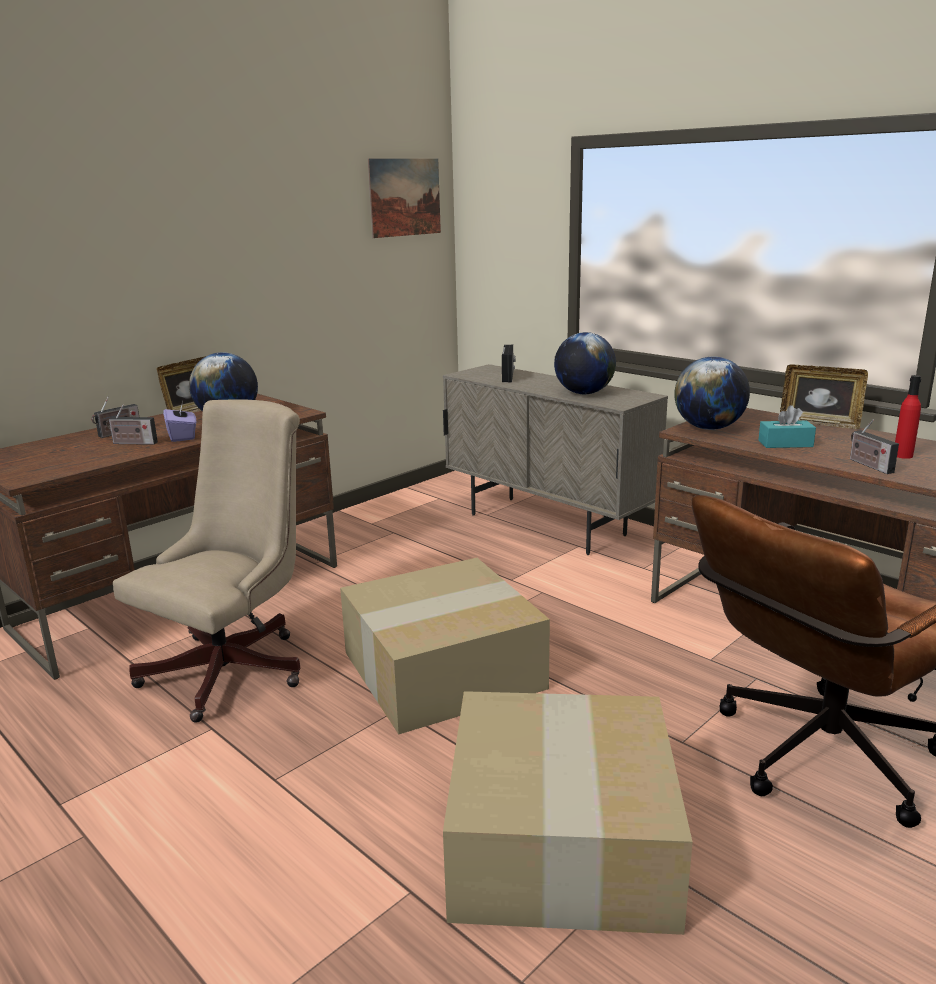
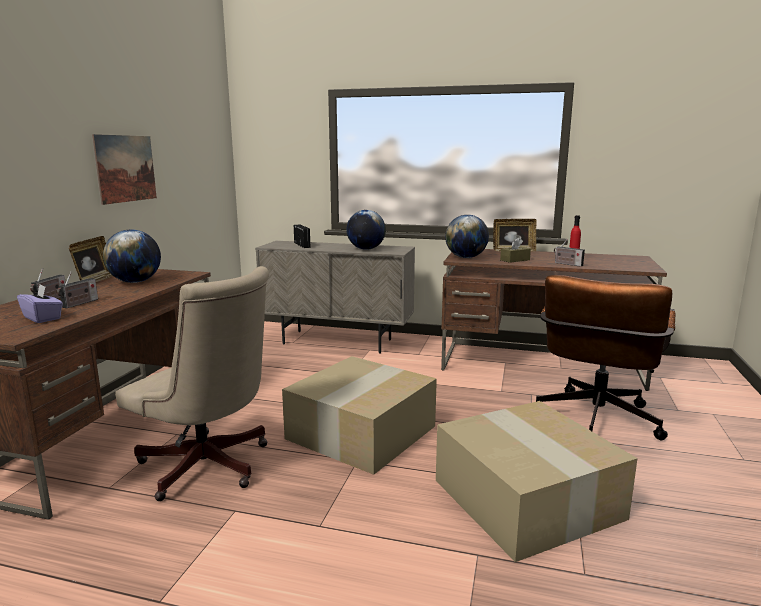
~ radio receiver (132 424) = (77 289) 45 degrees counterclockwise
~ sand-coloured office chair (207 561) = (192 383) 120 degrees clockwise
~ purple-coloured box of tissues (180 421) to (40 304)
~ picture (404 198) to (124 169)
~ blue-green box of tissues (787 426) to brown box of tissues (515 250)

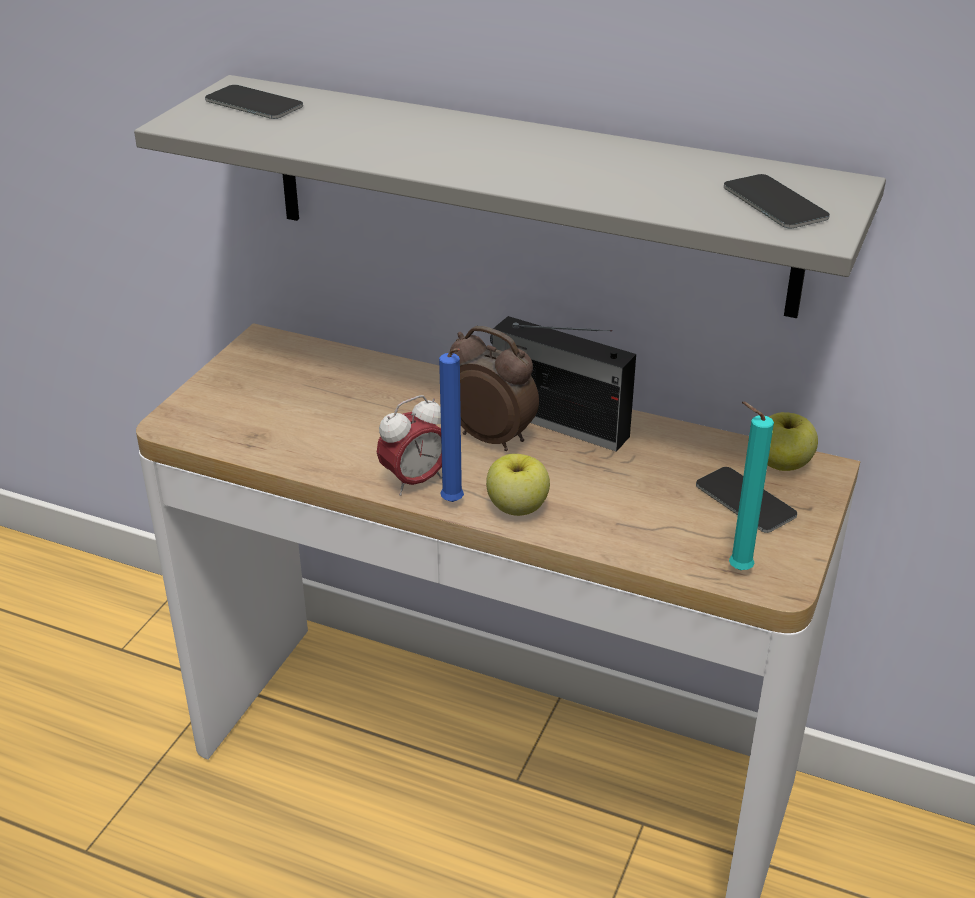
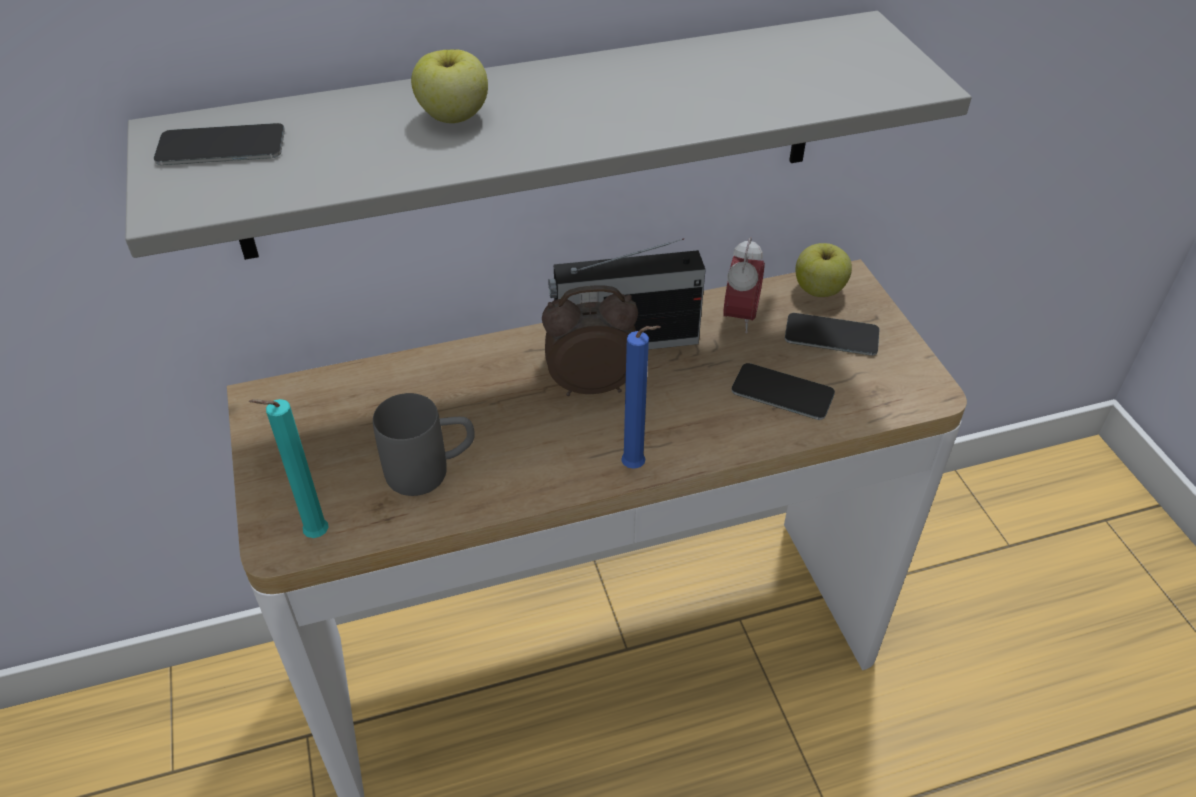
~ table clock (409 445) to (744 285)
~ apple fruit (518 485) to (449 86)
~ telephone (777 201) to (783 391)
~ blue-green wax candle (751 486) to (289 468)
+ grey tea mug (424 444)

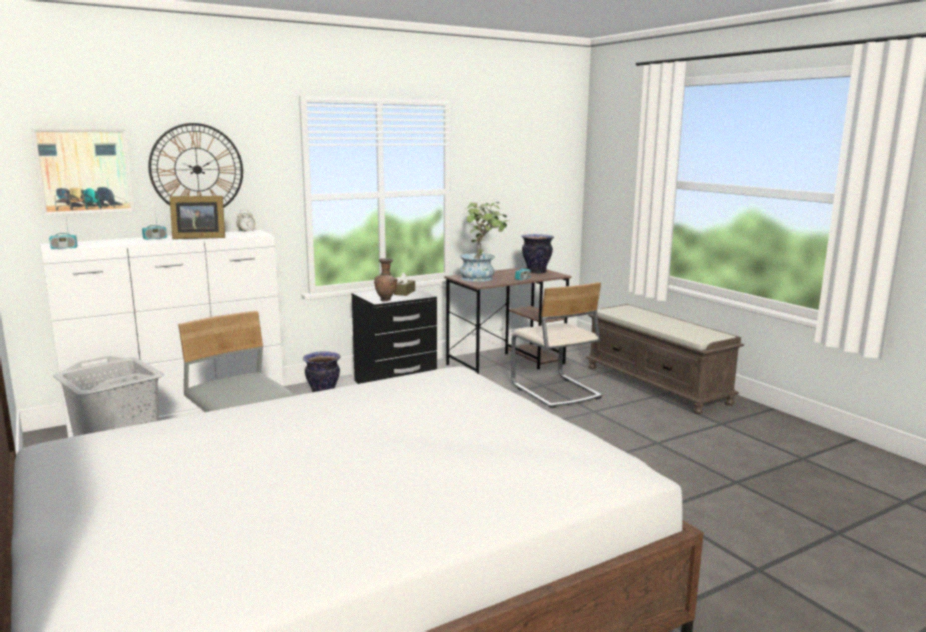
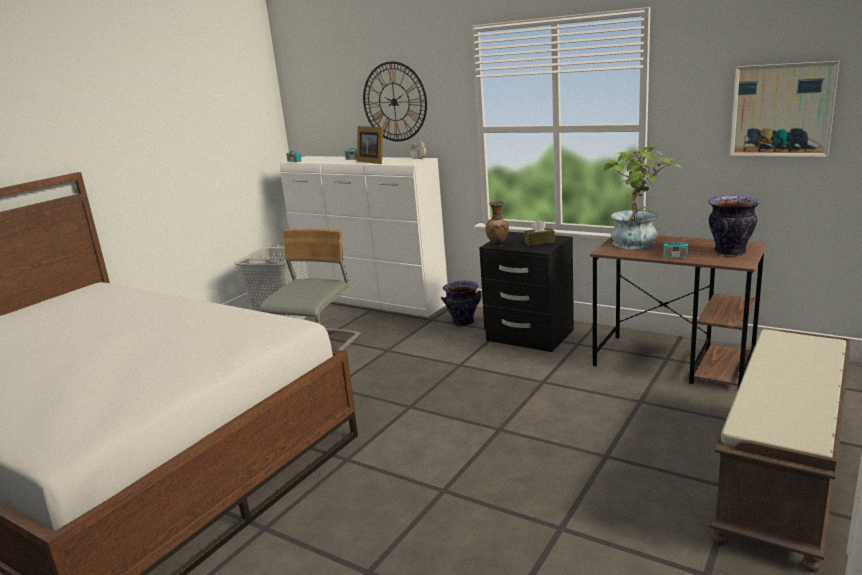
~ picture (83 172) to (784 109)
- sand-coloured chair (556 345)

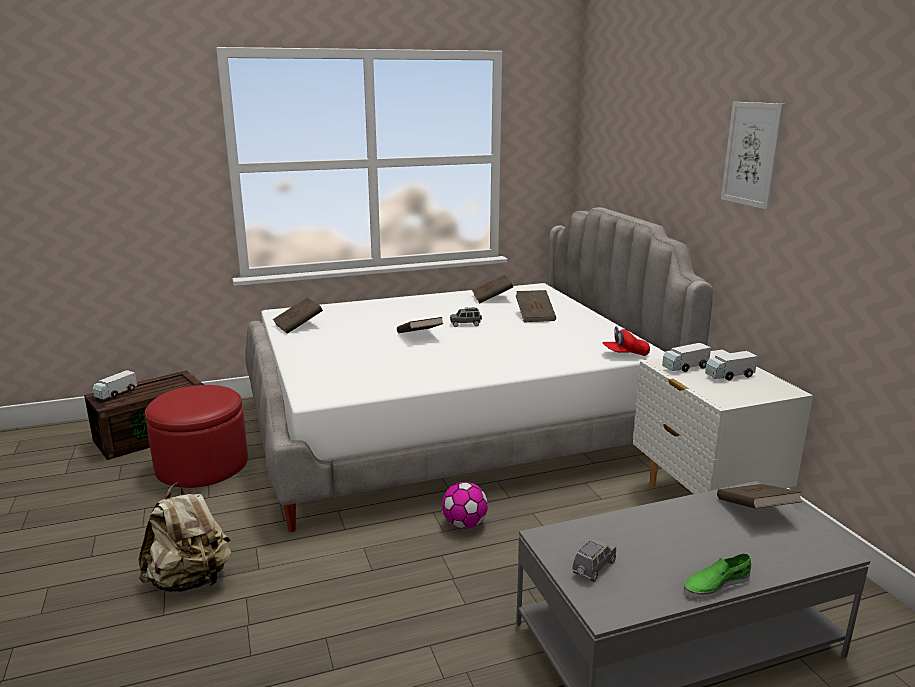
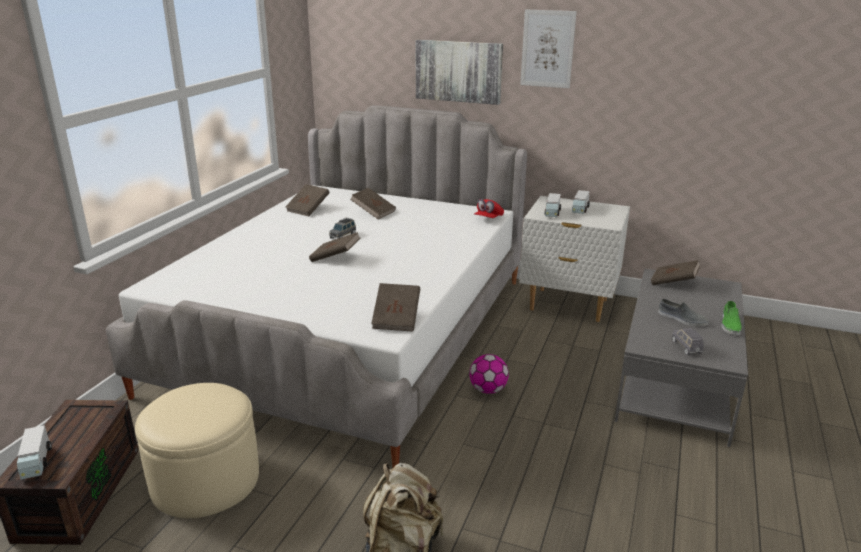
~ red footrest (196 436) to sand-coloured footrest (197 450)
~ brown bound book (298 316) to (395 307)
+ picture (459 72)
+ grey item of footwear (683 313)

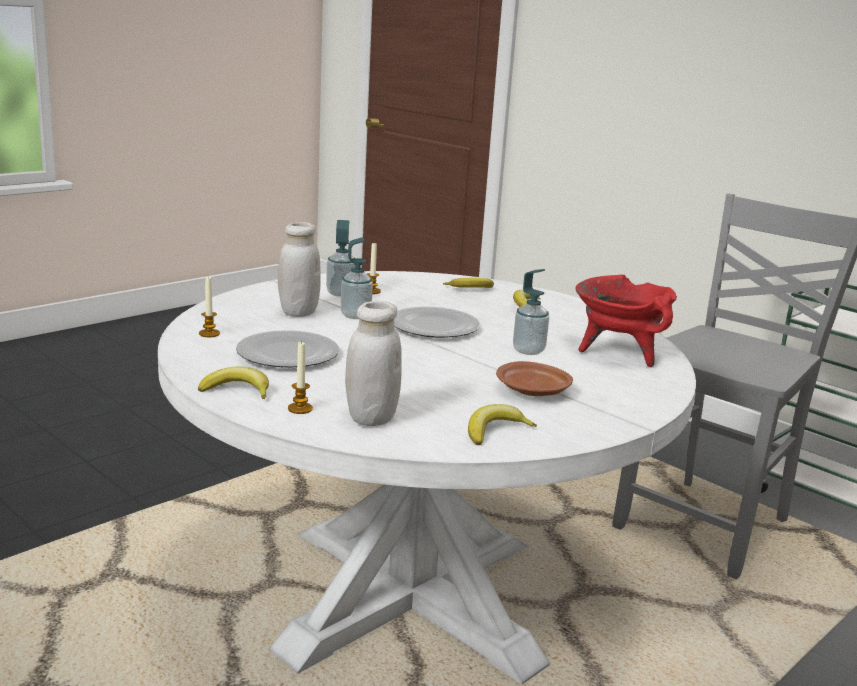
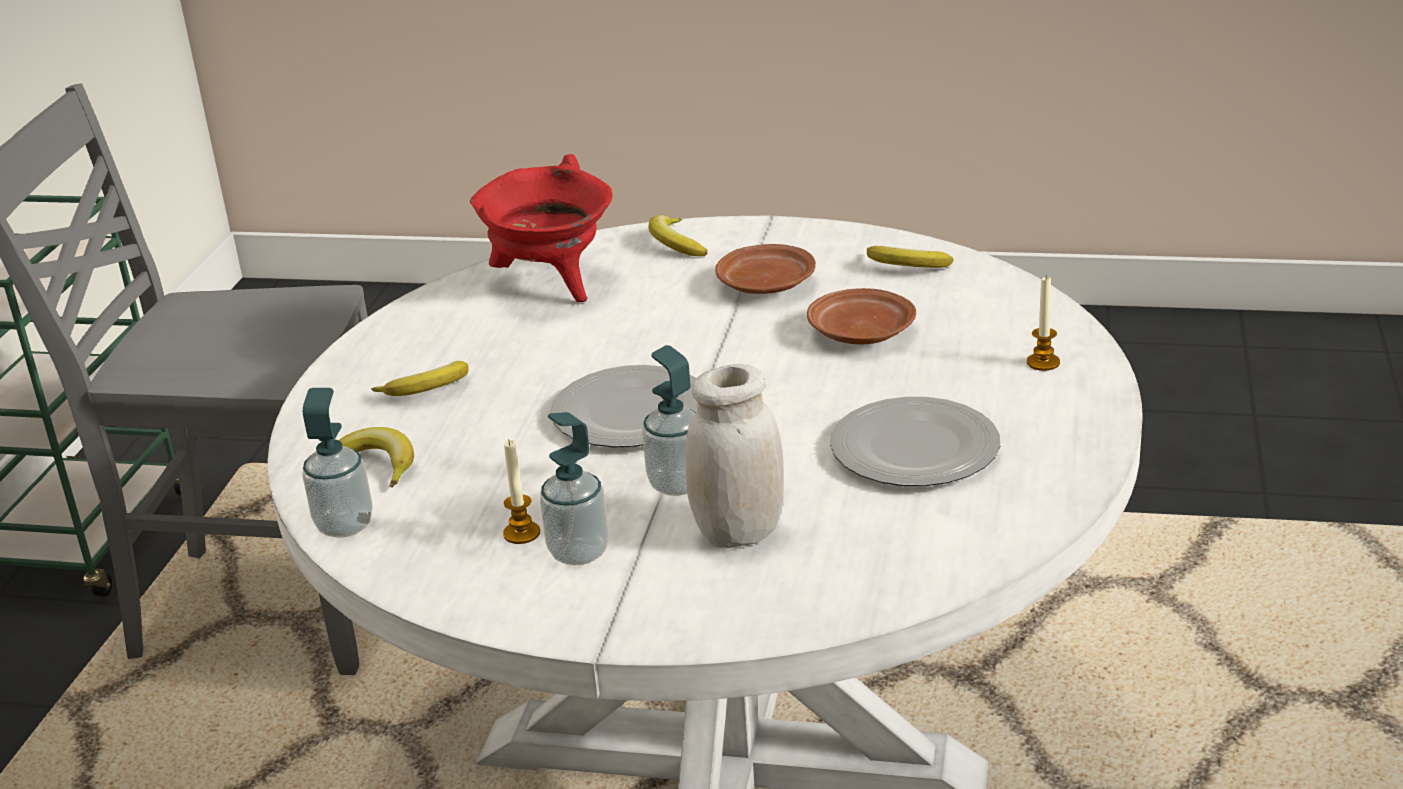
~ whole banana (233 383) to (678 235)
- wax candle (209 306)
- whitish storage jar (373 363)
~ liquid soap bottle (531 312) to (337 463)
+ brown dinner plate (861 316)

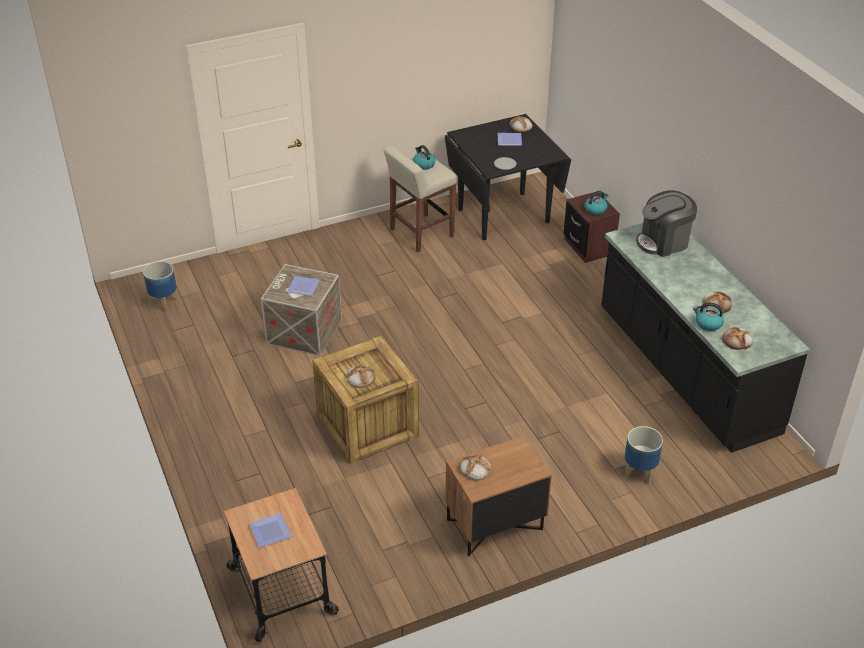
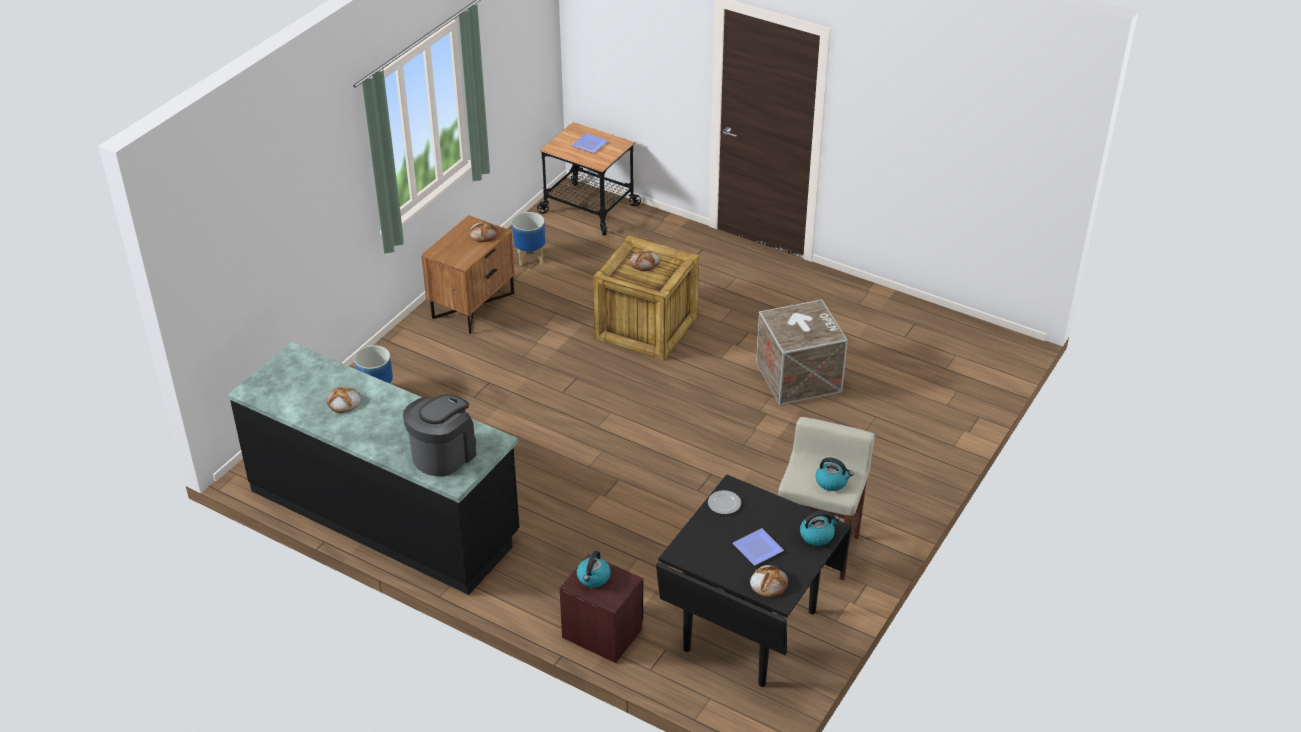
~ planter (161 286) to (528 239)
- dinner plate (303 286)
~ water kettle (708 316) to (820 528)
- bread (737 338)

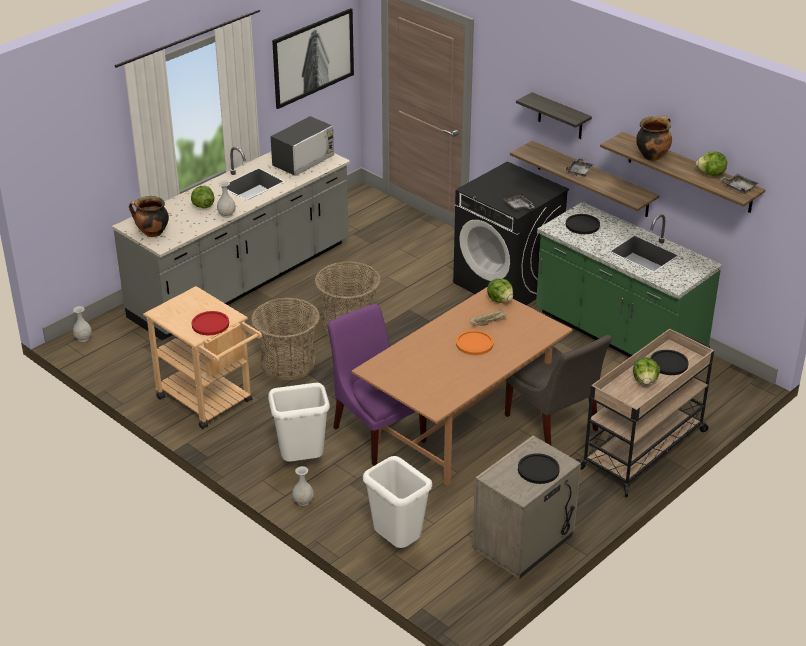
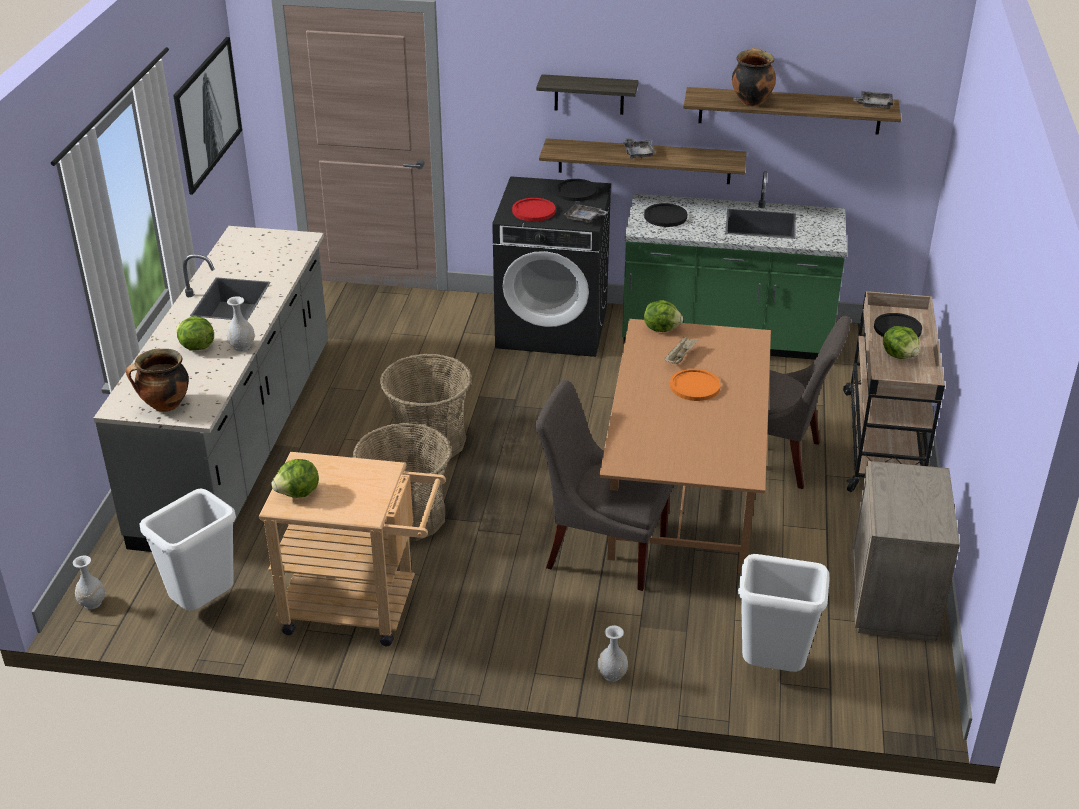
~ red dinner plate (210 323) to (534 209)
~ whitish trash can (299 422) to (187 549)
- kitchen microwave (302 146)
~ purple-coloured chair (376 385) to grey chair (604 485)
~ black dinner plate (539 468) to (576 190)
~ lettuce (711 163) to (295 478)

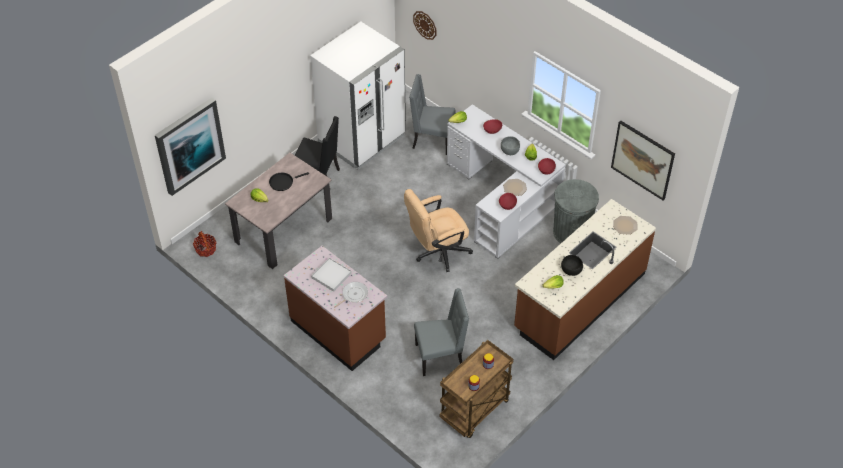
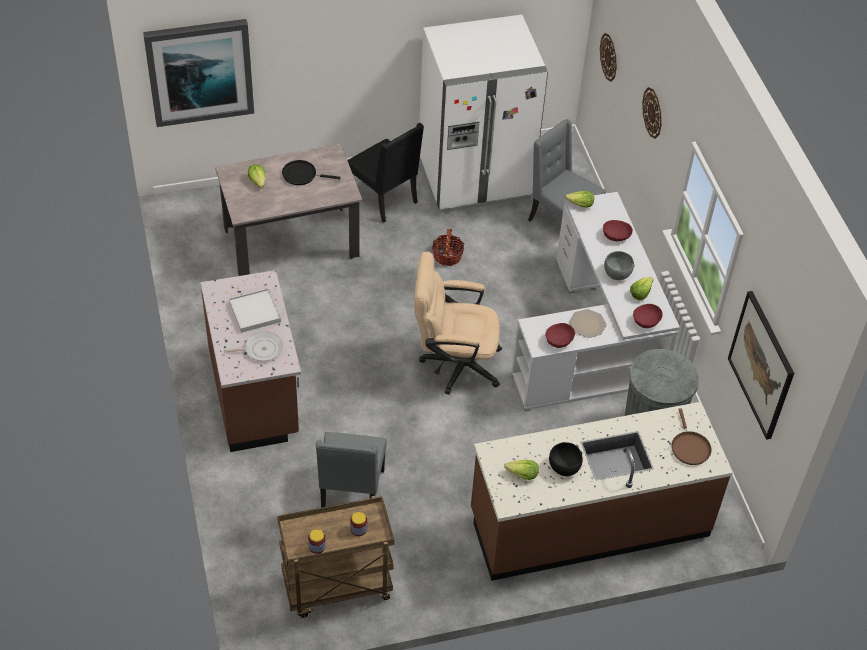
~ household basket (204 244) to (448 247)
~ grey chair (441 332) = (351 470) 75 degrees clockwise
~ dinner plate (625 225) to brown pan (692 436)
+ clock on the wall (652 113)

